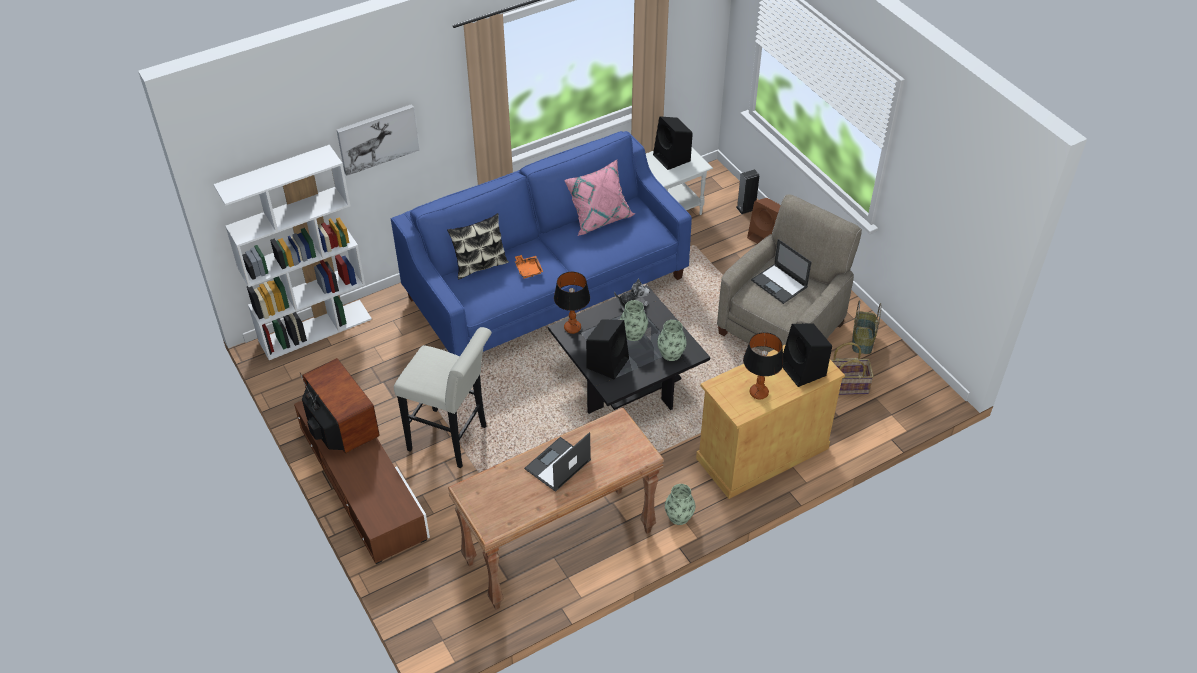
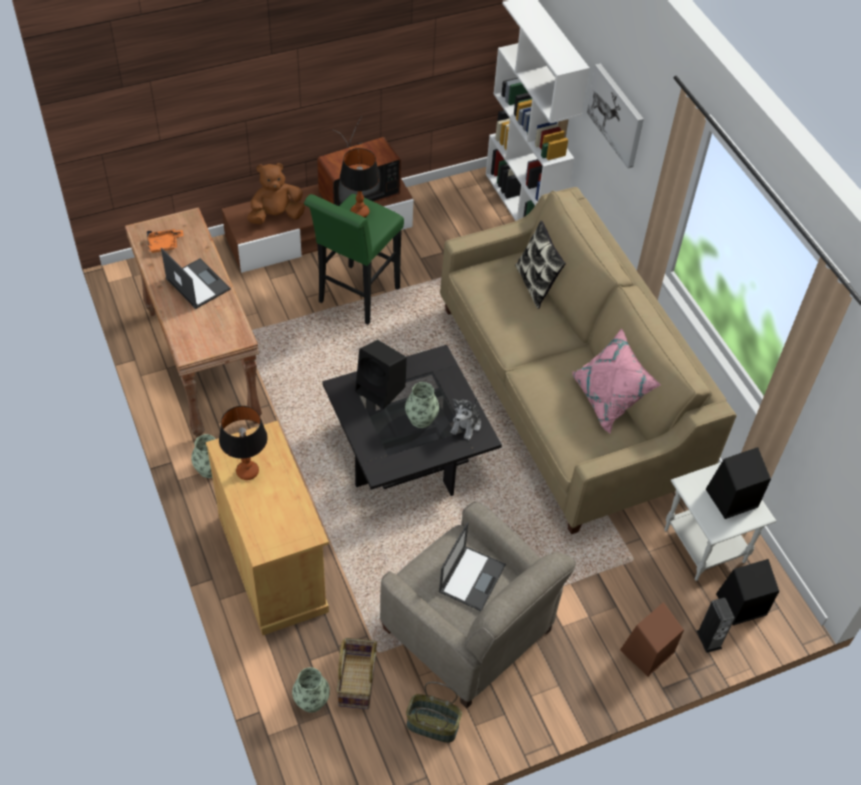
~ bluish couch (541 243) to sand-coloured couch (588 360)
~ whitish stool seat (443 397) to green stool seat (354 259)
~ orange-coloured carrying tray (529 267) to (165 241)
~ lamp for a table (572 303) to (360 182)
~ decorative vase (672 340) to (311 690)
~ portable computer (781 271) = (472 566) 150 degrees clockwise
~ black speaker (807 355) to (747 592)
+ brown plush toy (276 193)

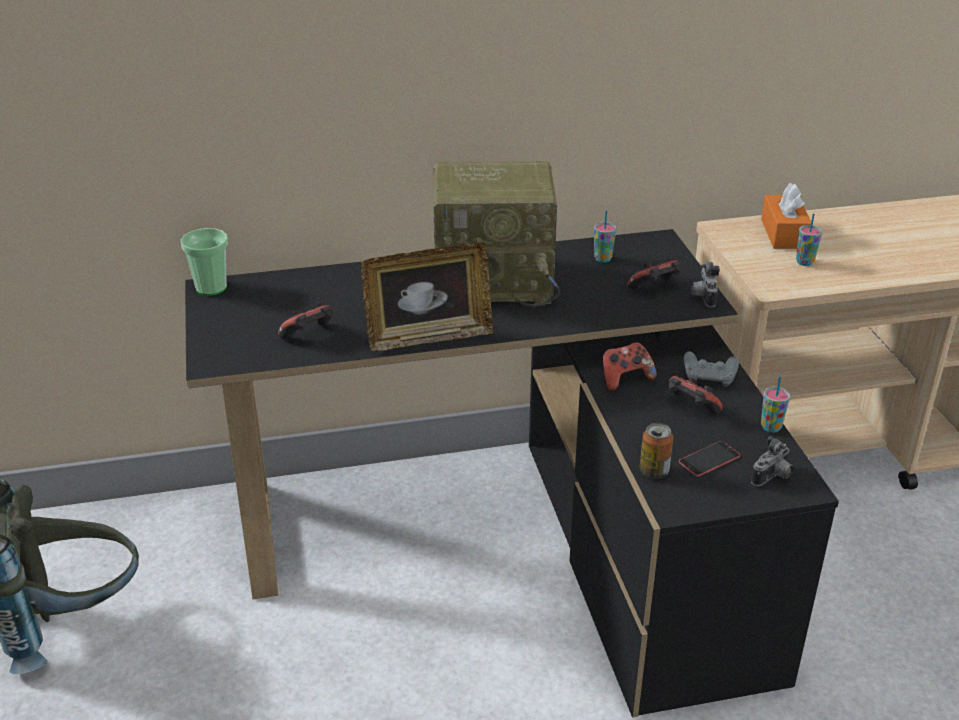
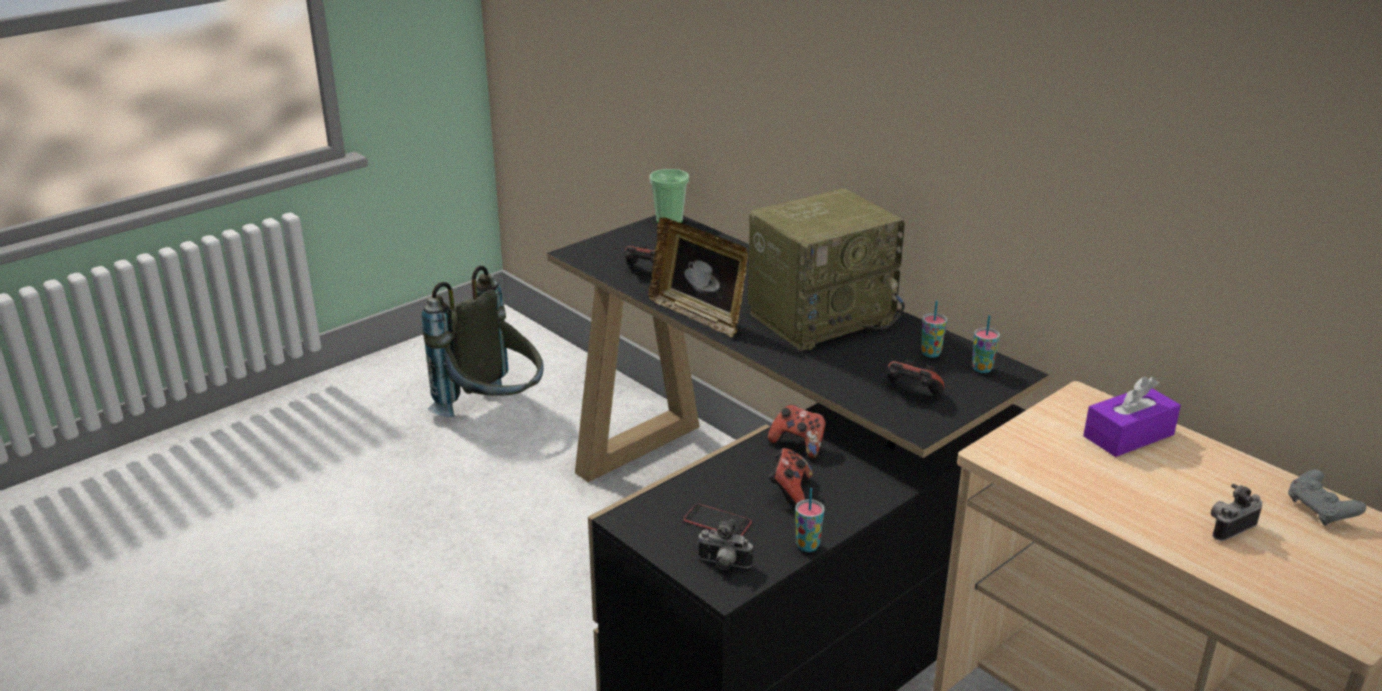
~ radio receiver (496 234) = (826 269) 90 degrees counterclockwise
- metal can (656 450)
~ grey joypad (711 369) to (1327 498)
~ photo camera (705 284) to (1236 512)
~ orange-coloured box of tissues (786 216) to purple-coloured box of tissues (1132 416)
~ small cup (809 239) to (986 344)

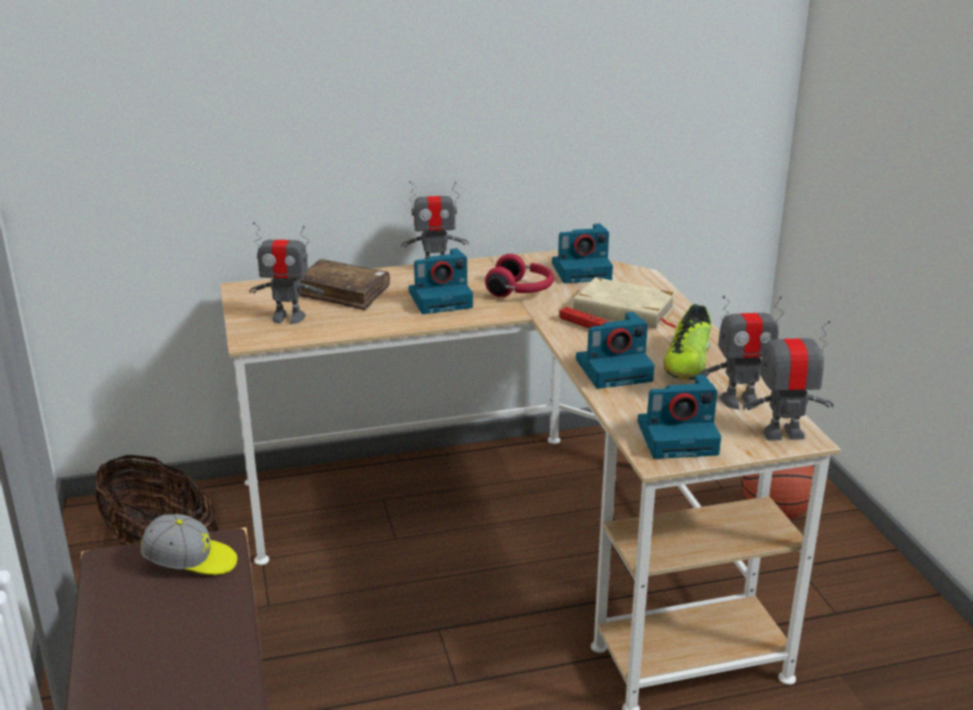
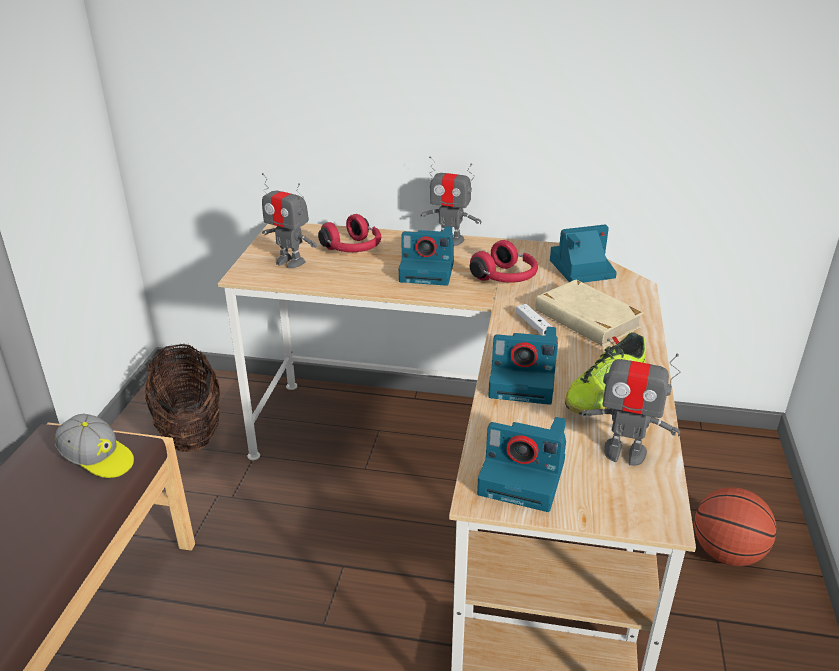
~ brown bound book (344 284) to red headphones (349 233)
~ photo camera (582 253) = (583 254) 150 degrees clockwise
~ red joypad (584 317) to whitish joypad (534 319)
- toy robot (788 381)

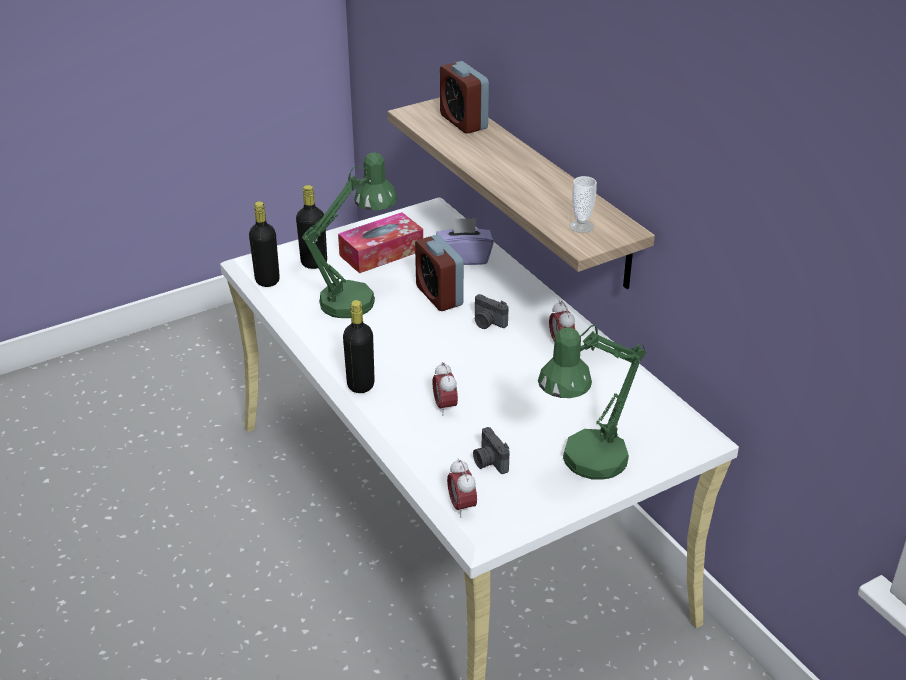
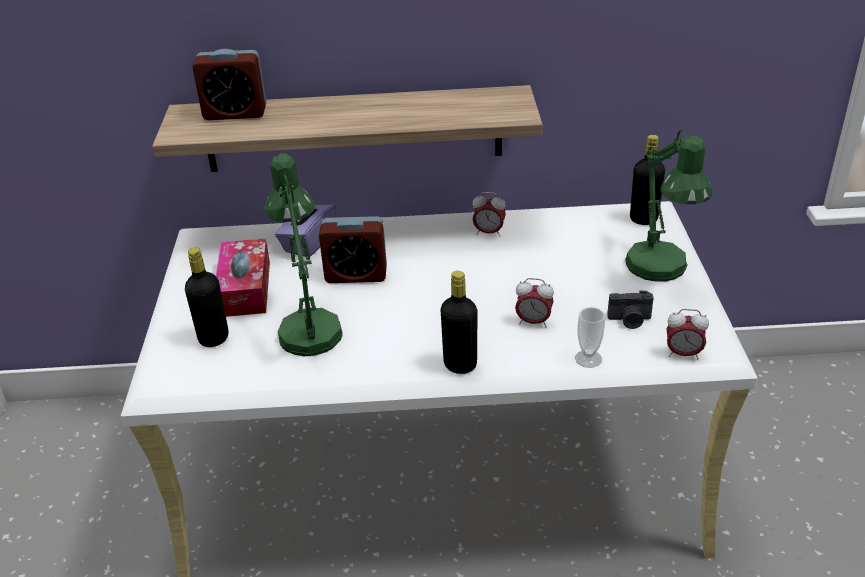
~ black drink bottle (264 244) to (647 180)
- photo camera (491 311)
~ small cup (583 204) to (590 337)

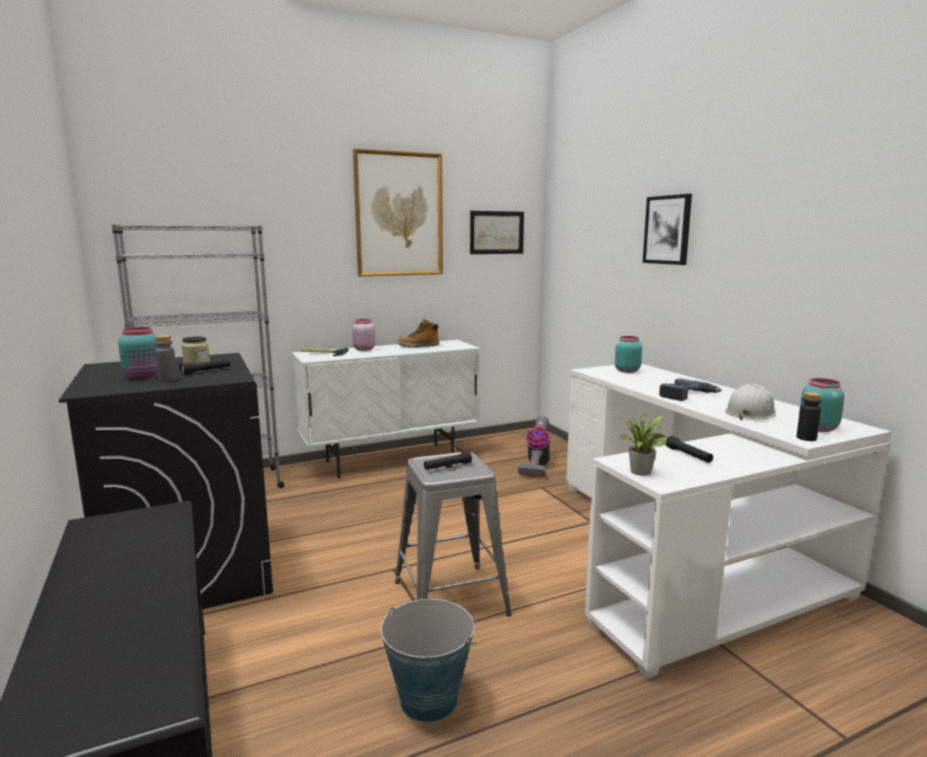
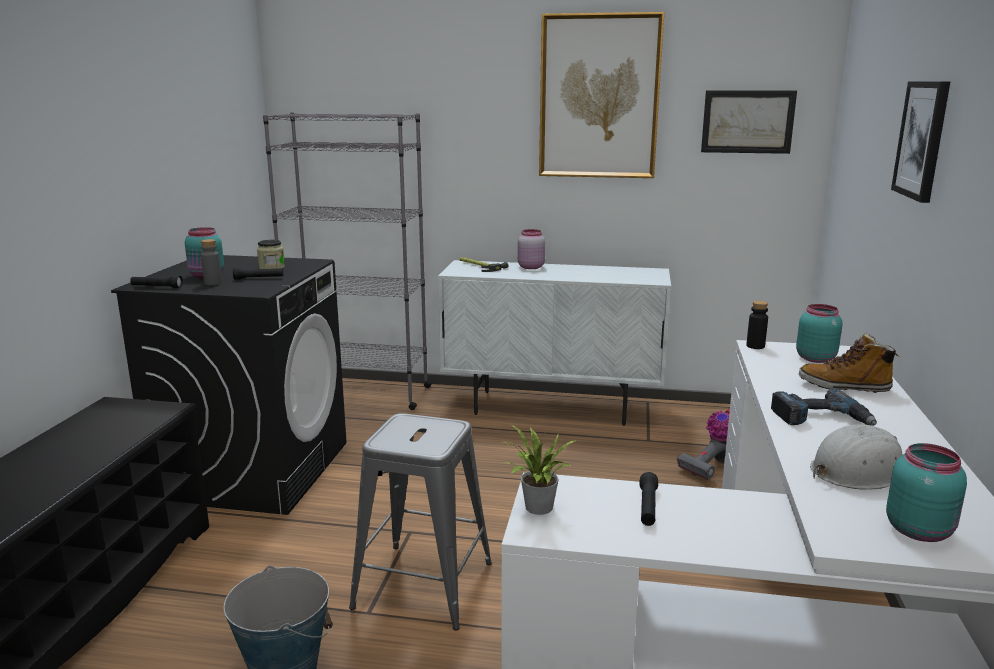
~ tall boot (418 333) to (848 363)
~ black torch (448 460) to (156 282)
~ black drink bottle (809 416) to (757 325)

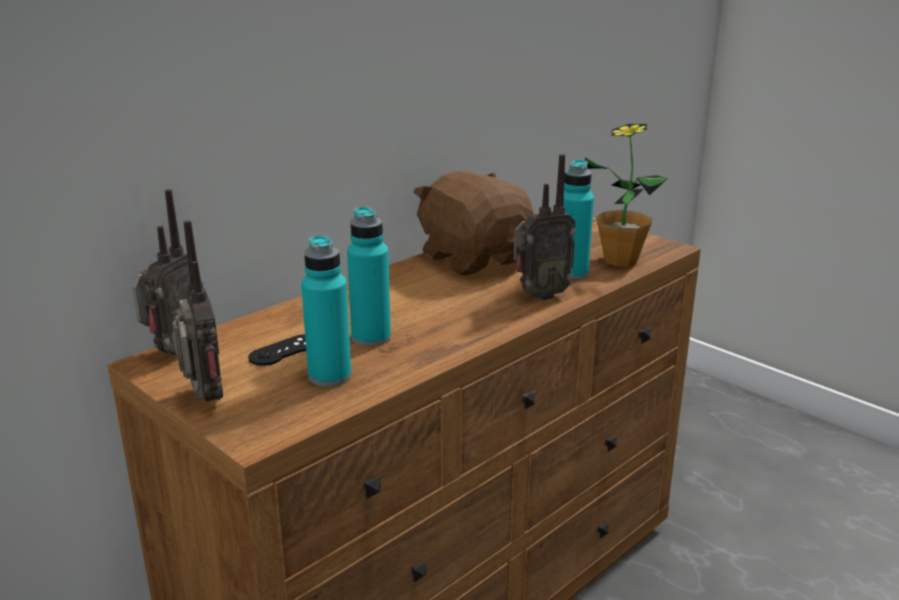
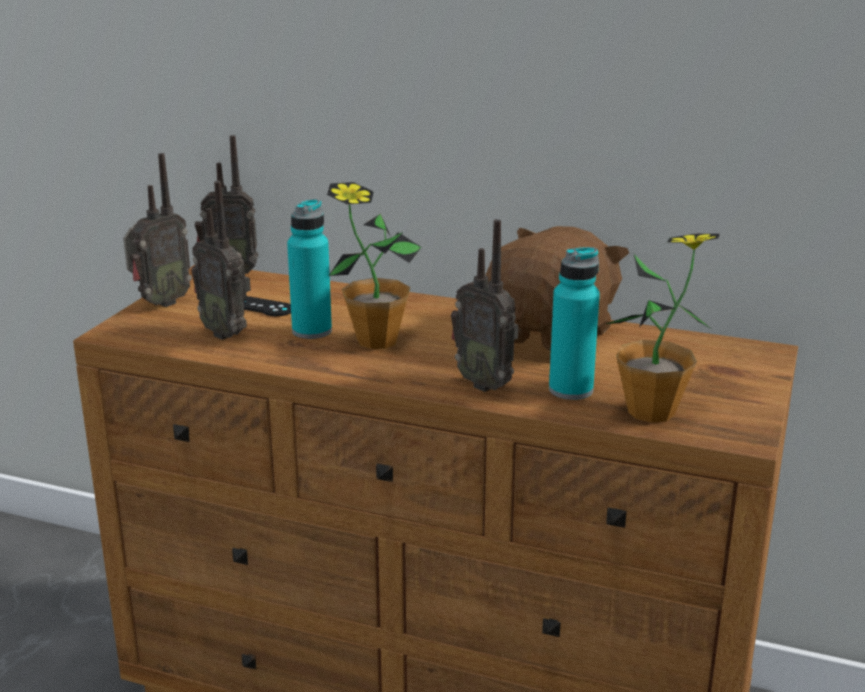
~ blue-green drink bottle (326 311) to radio receiver (221 260)
+ houseplant (374 265)

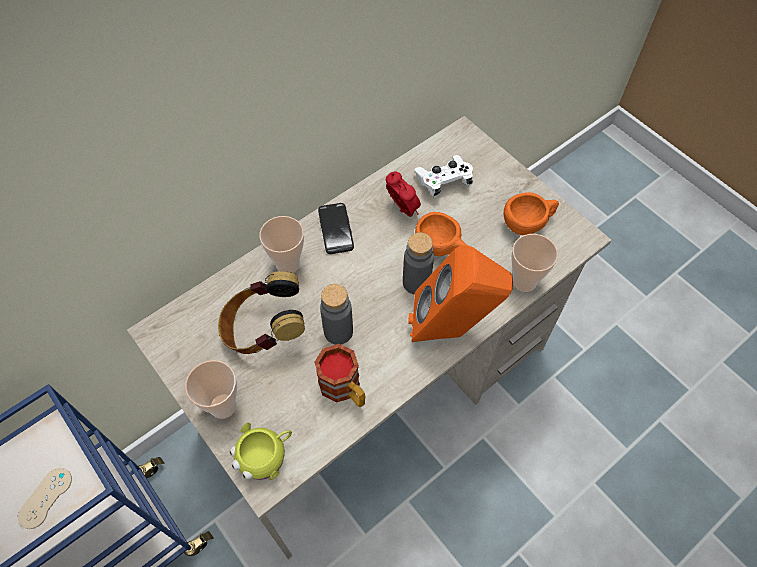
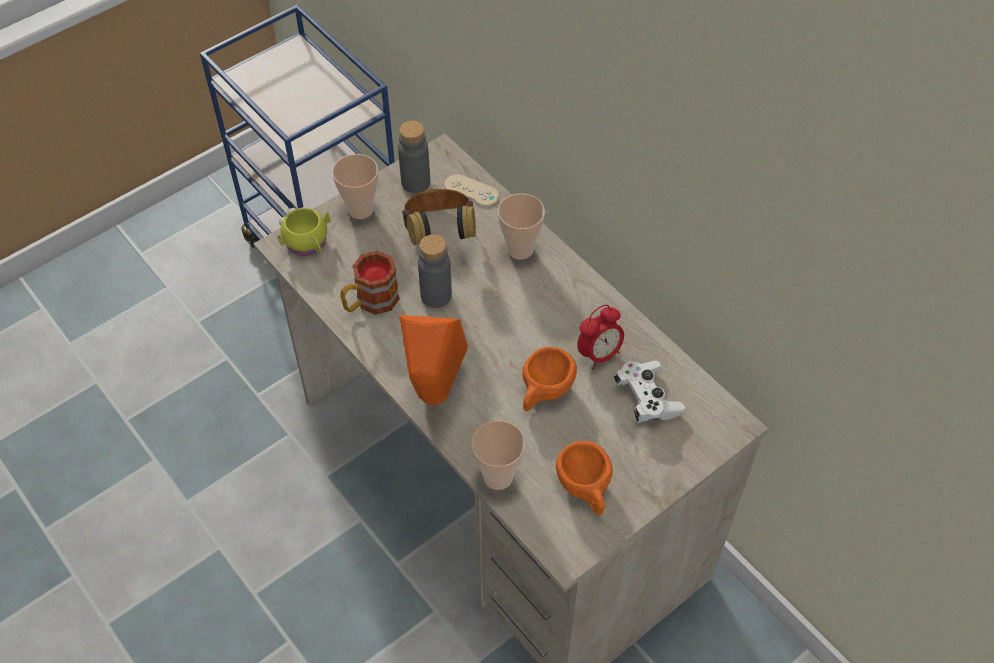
~ sand-coloured joypad (45 498) to (471 190)
- telephone (336 228)
~ grey drink bottle (418 263) to (414 157)

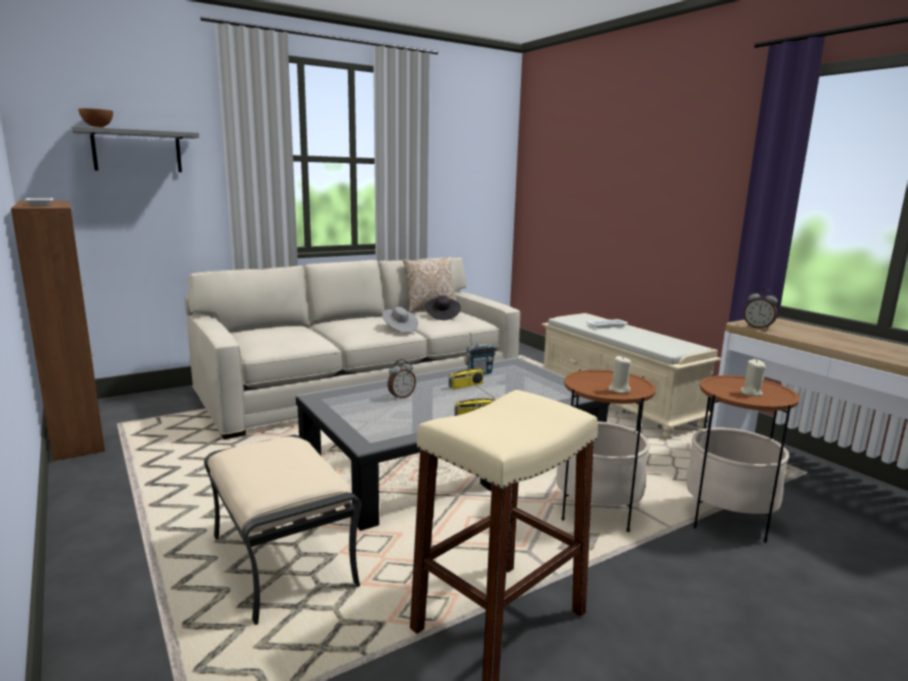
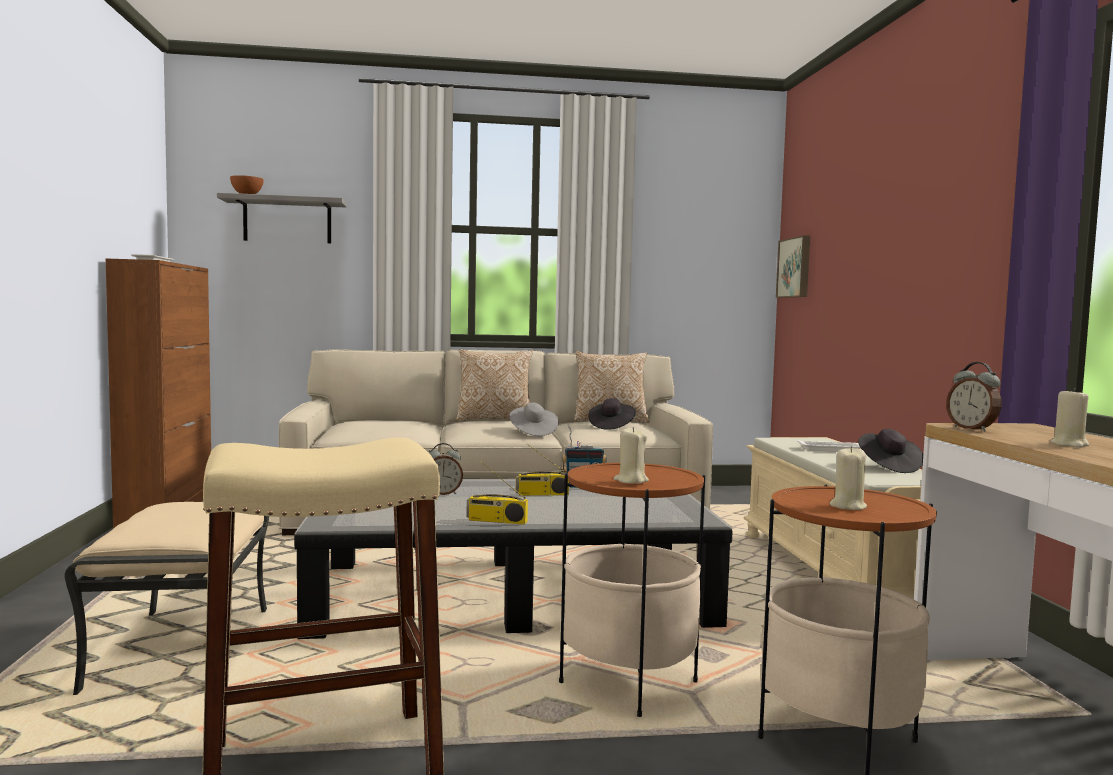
+ pillow (494 385)
+ picture (793 266)
+ black hat (890 451)
+ sand-coloured wax candle (1070 418)

